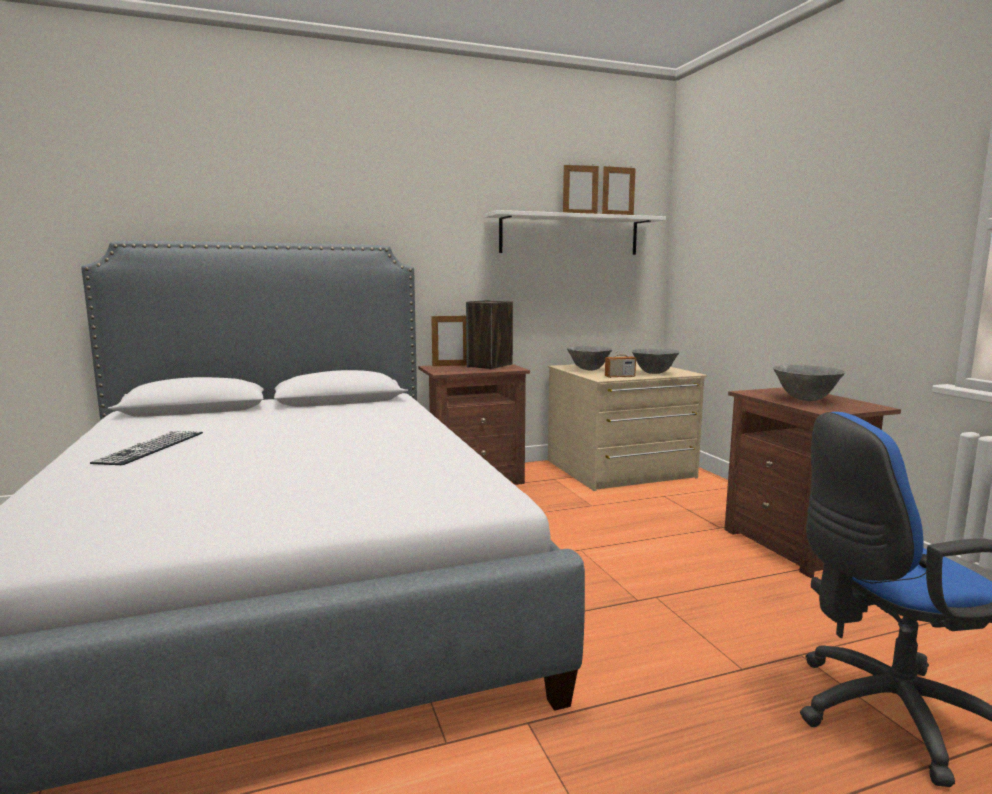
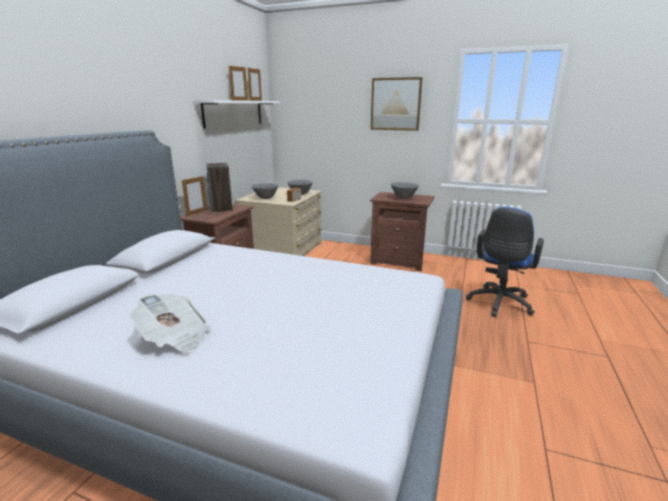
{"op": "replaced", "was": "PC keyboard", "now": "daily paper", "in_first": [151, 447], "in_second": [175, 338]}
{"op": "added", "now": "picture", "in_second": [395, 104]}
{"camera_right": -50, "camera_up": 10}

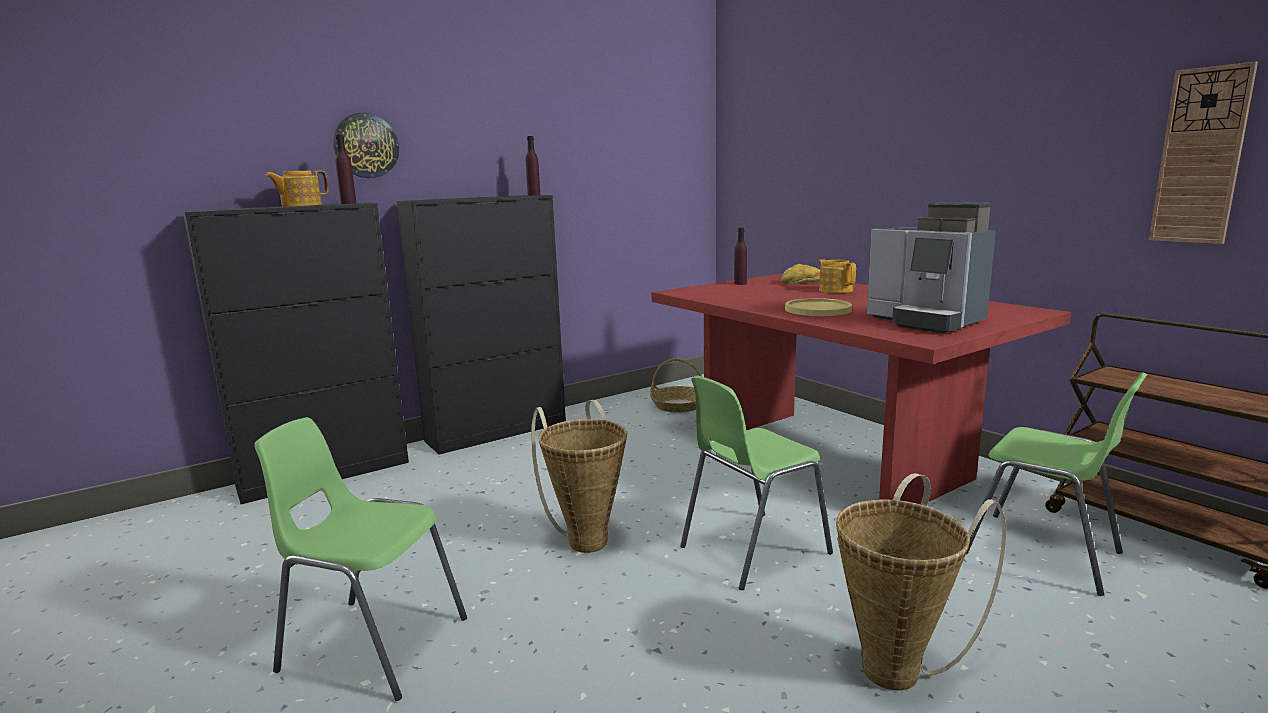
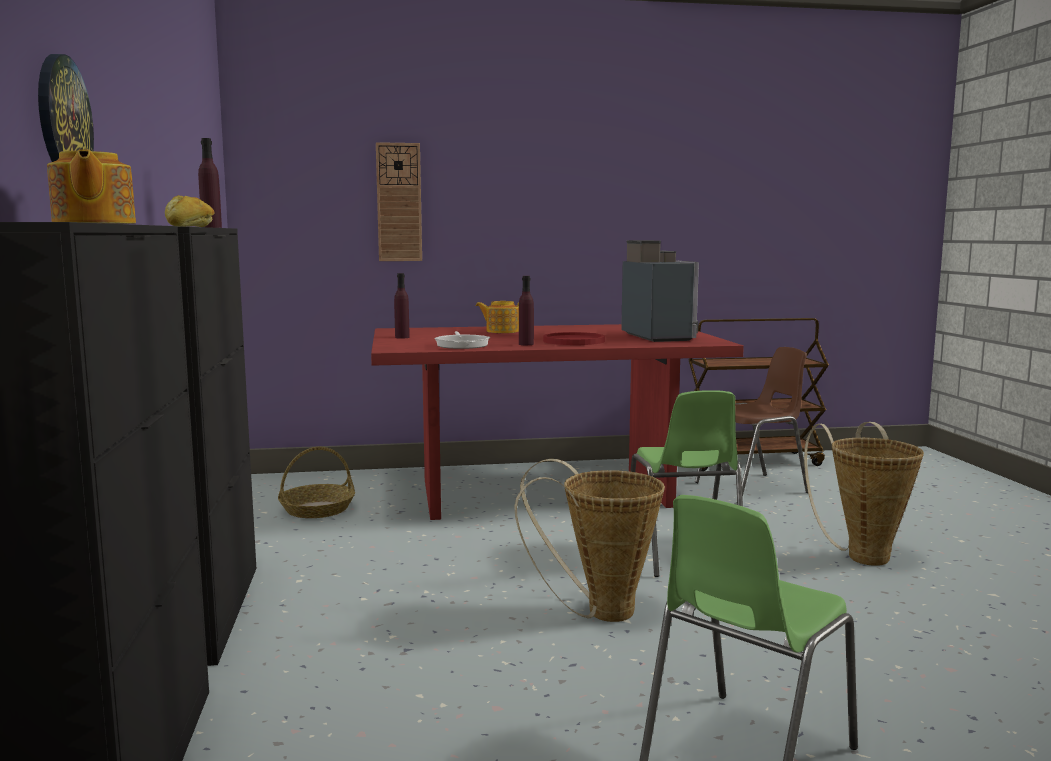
{"op": "moved", "was": "clock on the wall", "in_first": [1200, 156], "in_second": [399, 202]}
{"op": "moved", "was": "drink bottle (purplish)", "in_first": [348, 203], "in_second": [526, 344]}
{"op": "turned", "was": "coffee maker", "in_first": [926, 321], "in_second": [661, 336], "clockwise": -90}
{"op": "moved", "was": "baked bread", "in_first": [802, 282], "in_second": [191, 227]}
{"op": "recoloured", "was": "flat dish (yellow-coloured)", "now": "flat dish (red)", "in_first": [818, 309], "in_second": [573, 341]}
{"op": "recoloured", "was": "upright chair (greenish)", "now": "upright chair (brown)", "in_first": [1043, 553], "in_second": [753, 488]}
{"op": "added", "now": "pan", "in_second": [462, 345]}
{"camera_right": -65, "camera_up": -5}

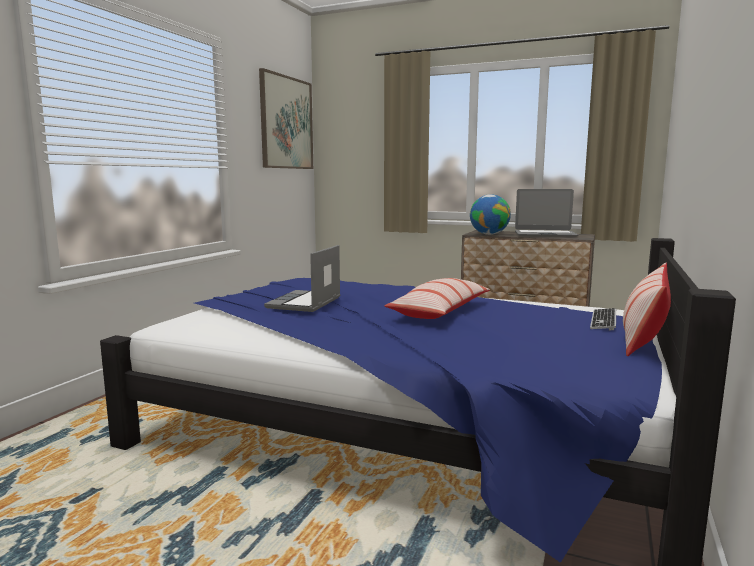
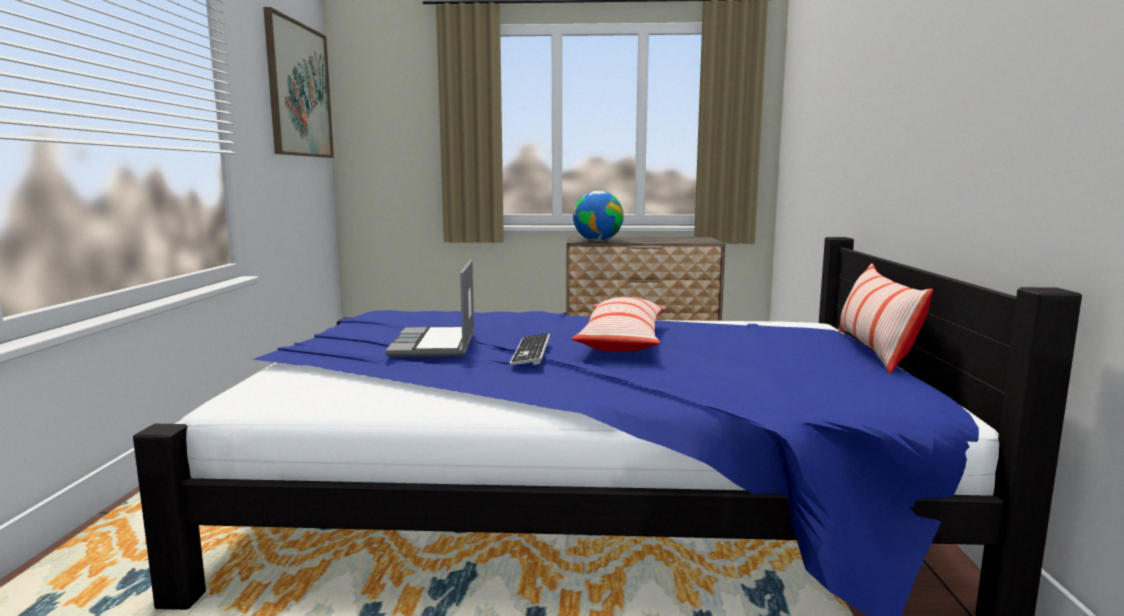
{"op": "removed", "was": "laptop", "in_first": [545, 235]}
{"op": "moved", "was": "PC keyboard", "in_first": [603, 320], "in_second": [531, 351]}
{"camera_right": -20, "camera_up": 0}

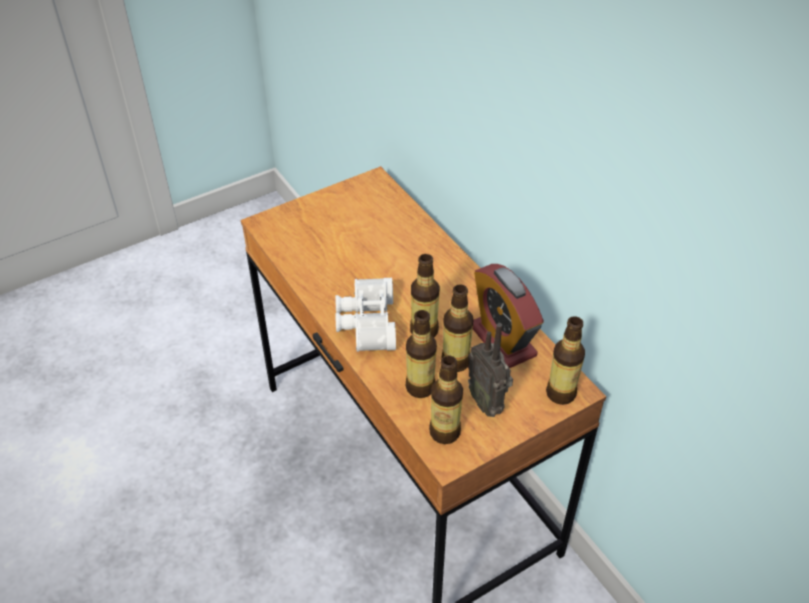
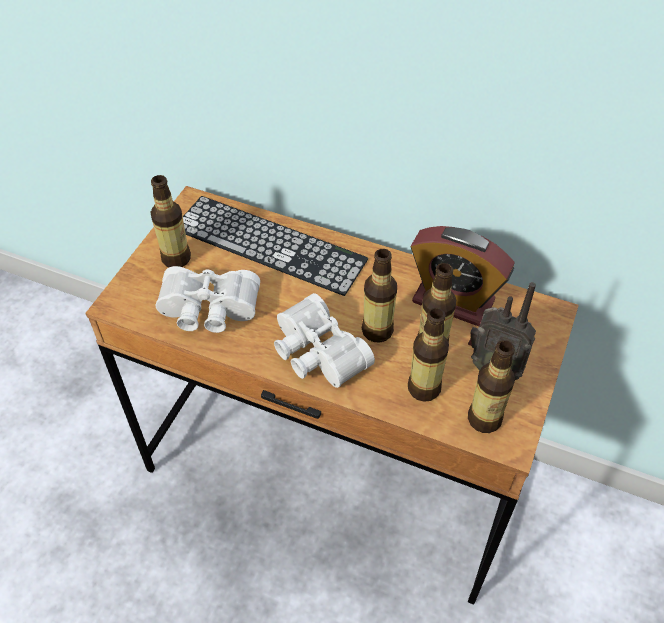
{"op": "moved", "was": "drink bottle", "in_first": [561, 393], "in_second": [176, 258]}
{"op": "added", "now": "PC keyboard", "in_second": [269, 244]}
{"op": "added", "now": "pair of binoculars (white)", "in_second": [208, 311]}
{"camera_right": -35, "camera_up": 5}

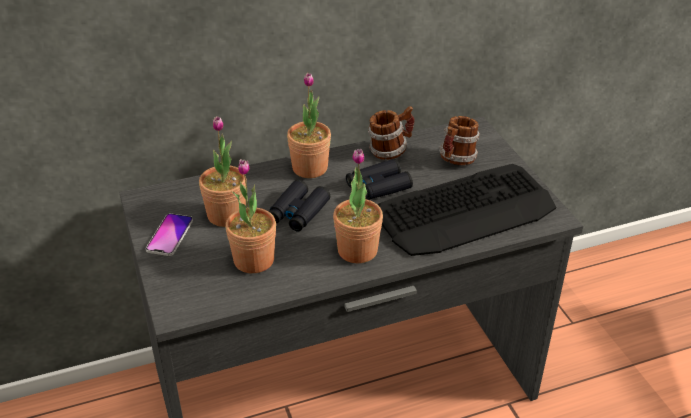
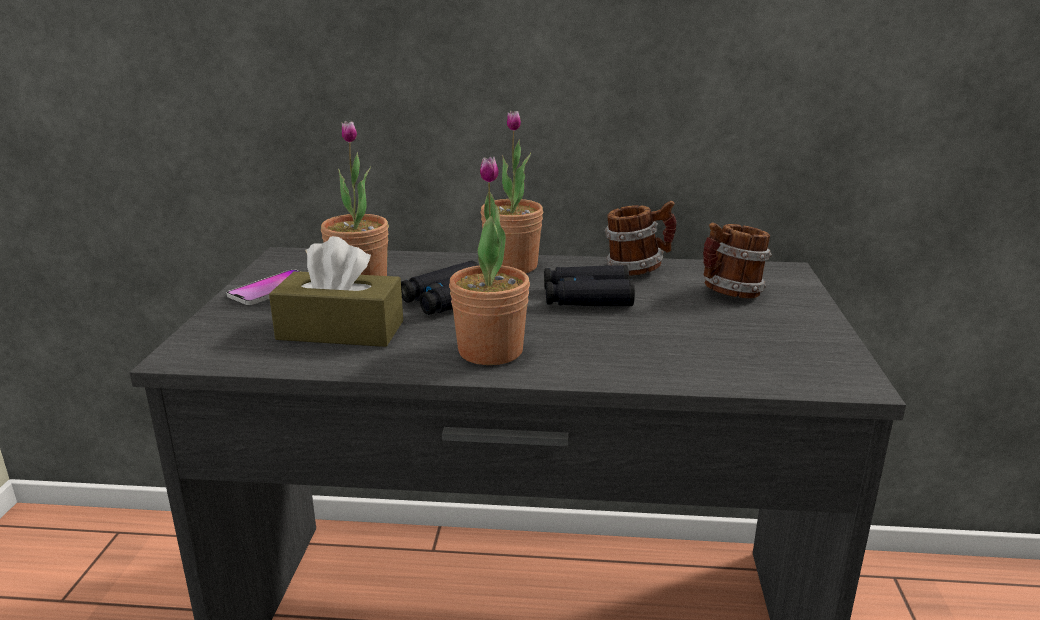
{"op": "replaced", "was": "houseplant", "now": "tissue holder (brown)", "in_first": [254, 260], "in_second": [340, 330]}
{"op": "removed", "was": "PC keyboard", "in_first": [466, 211]}
{"camera_right": 25, "camera_up": -15}

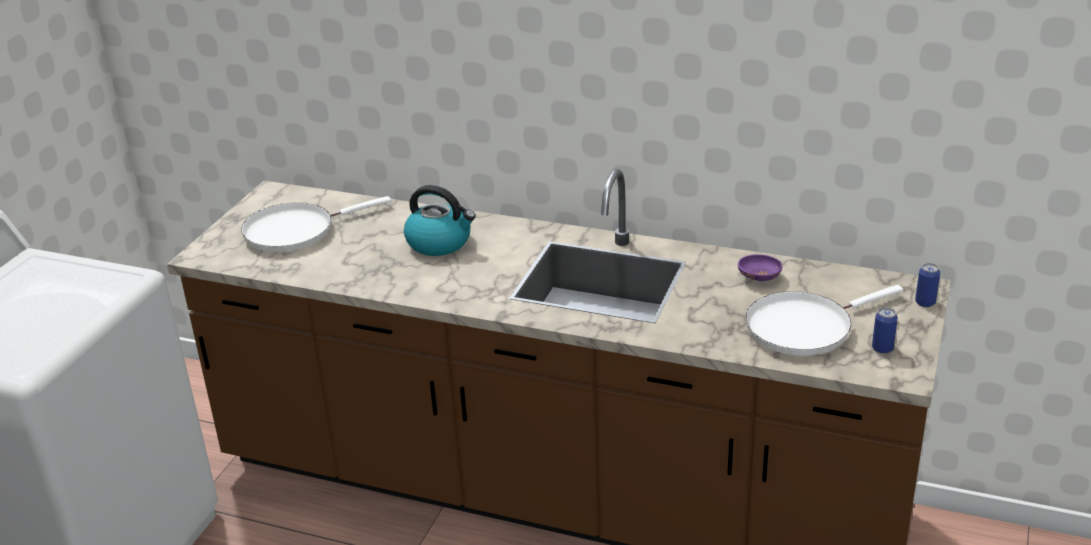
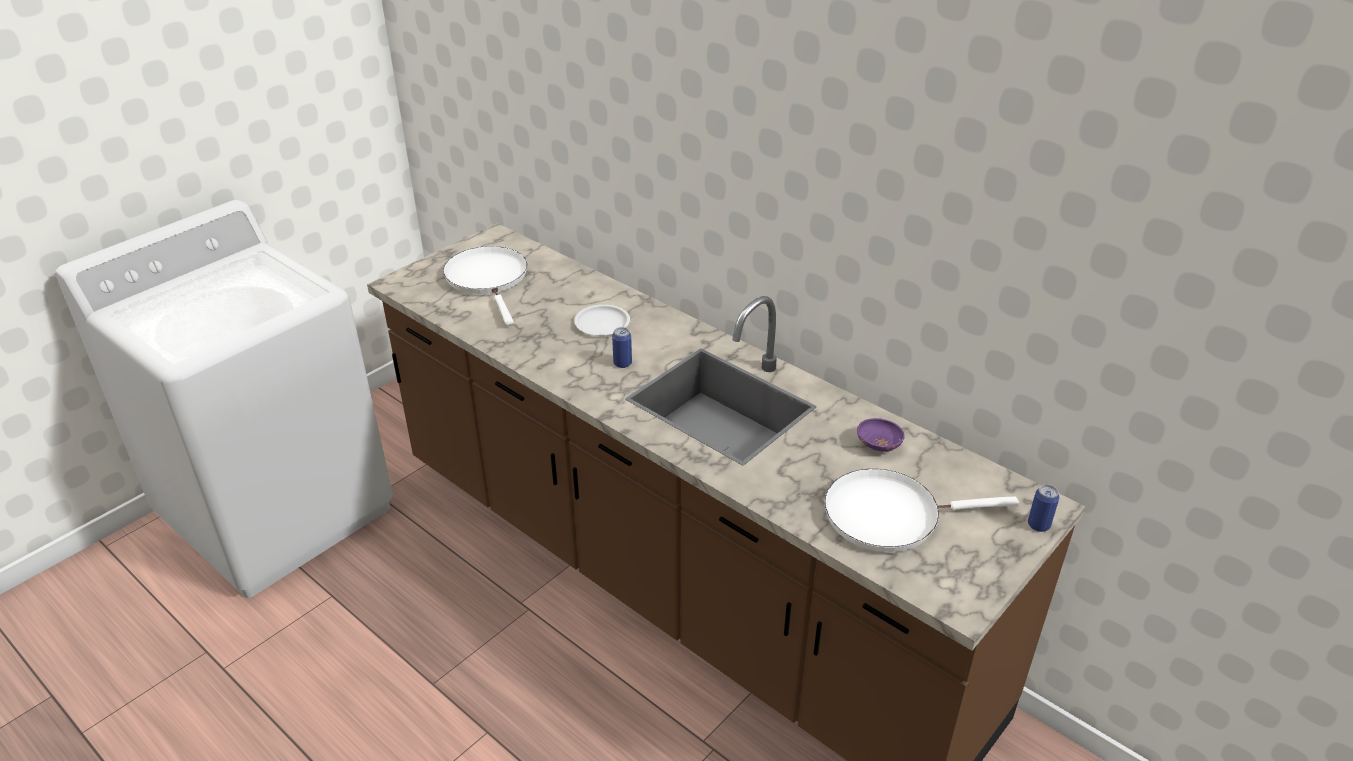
{"op": "replaced", "was": "water kettle", "now": "flat dish (white)", "in_first": [440, 243], "in_second": [602, 323]}
{"op": "turned", "was": "pan (white)", "in_first": [295, 231], "in_second": [488, 279], "clockwise": 75}
{"op": "moved", "was": "sealed can", "in_first": [882, 348], "in_second": [622, 363]}
{"camera_right": 20, "camera_up": 5}

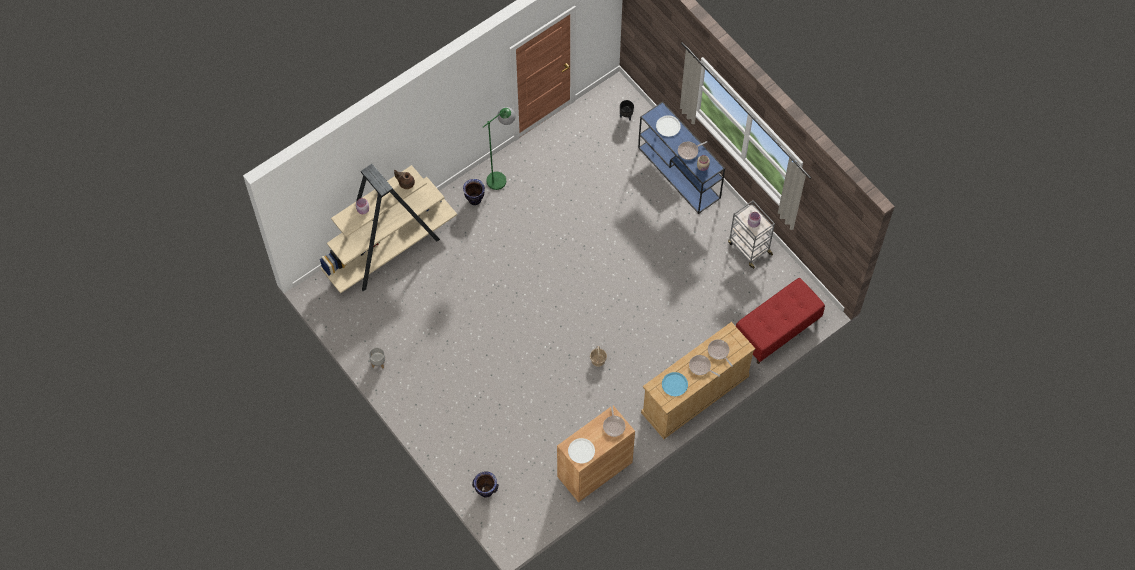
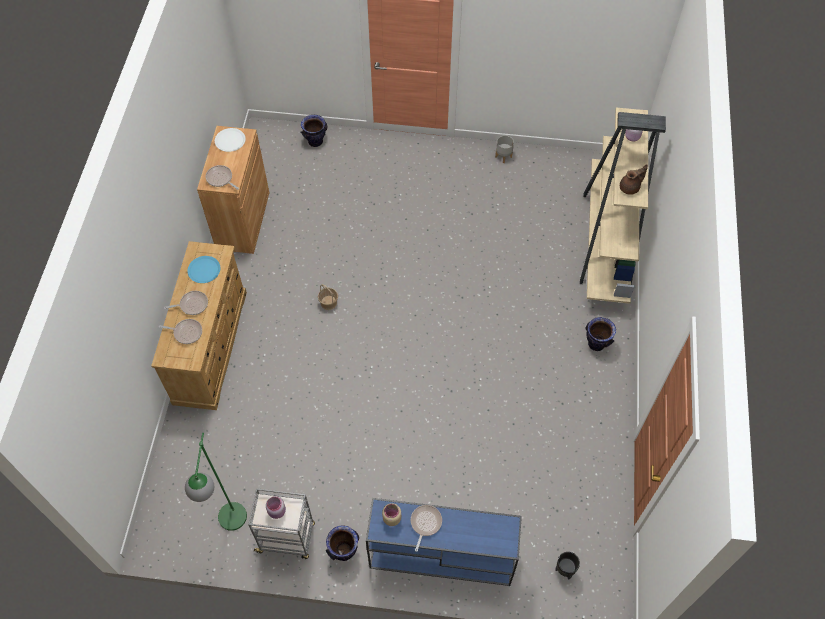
{"op": "moved", "was": "standing lamp (greenish)", "in_first": [501, 176], "in_second": [231, 527]}
{"op": "removed", "was": "flat dish (white)", "in_first": [668, 126]}
{"op": "removed", "was": "indoor bench (red)", "in_first": [777, 330]}
{"op": "added", "now": "vase", "in_second": [344, 552]}
{"camera_right": 135, "camera_up": -5}

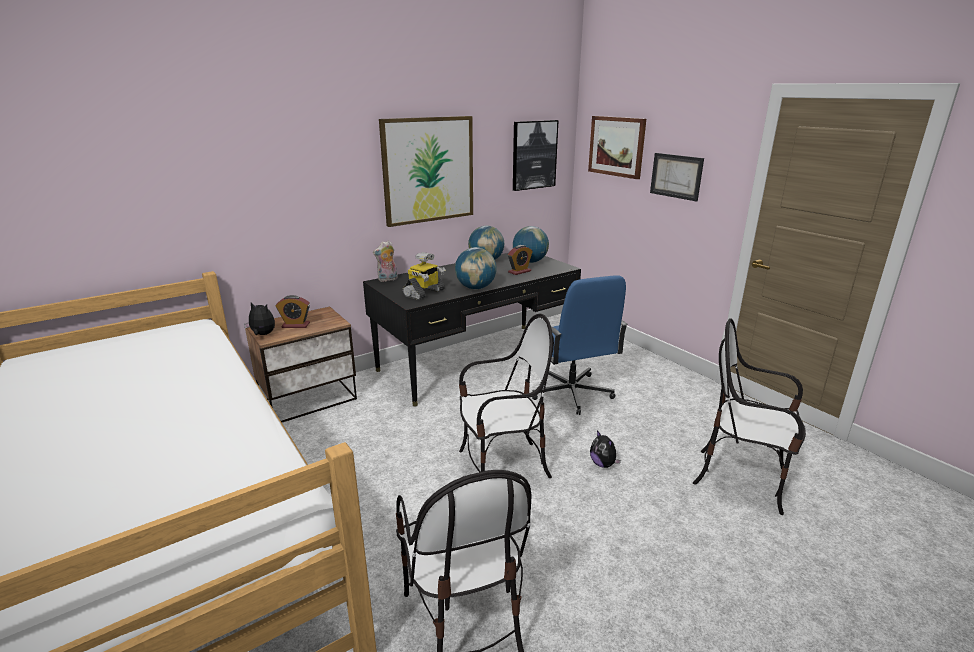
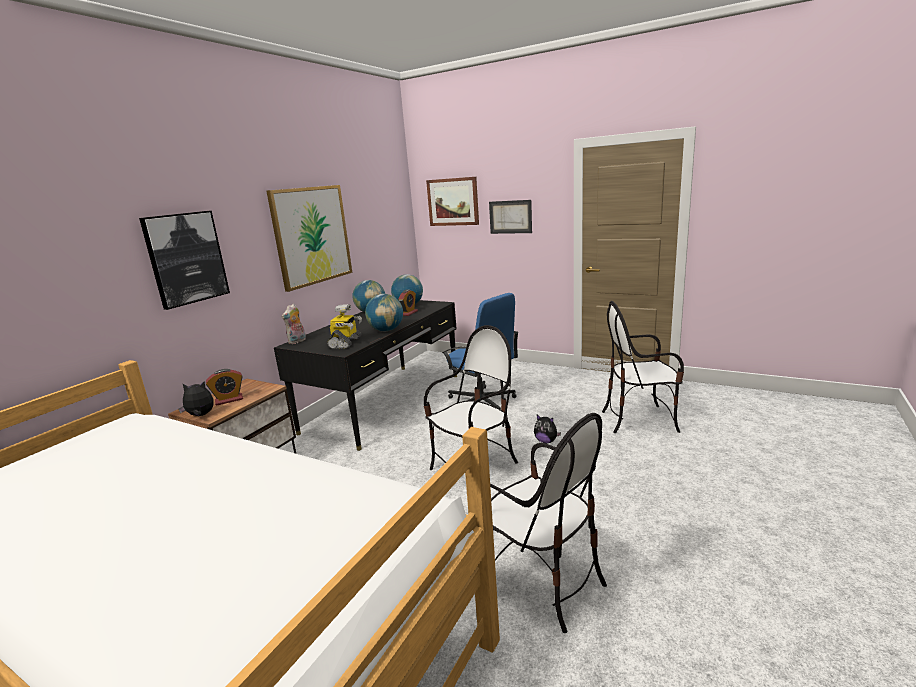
{"op": "moved", "was": "picture", "in_first": [534, 155], "in_second": [186, 258]}
{"camera_right": -25, "camera_up": -5}

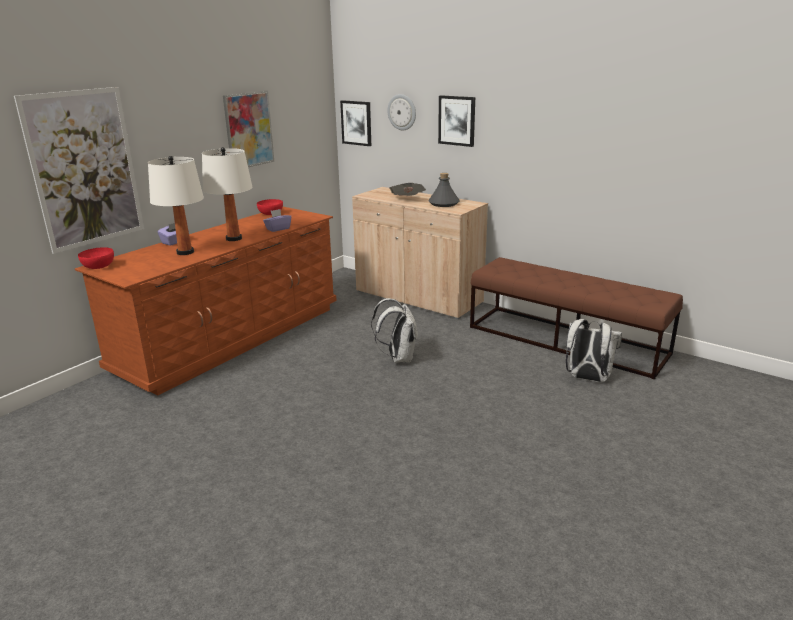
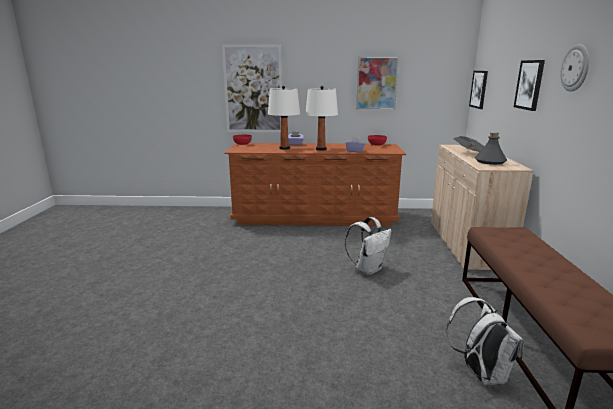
{"op": "moved", "was": "clock on the wall", "in_first": [402, 112], "in_second": [576, 68]}
{"camera_right": 55, "camera_up": -5}

